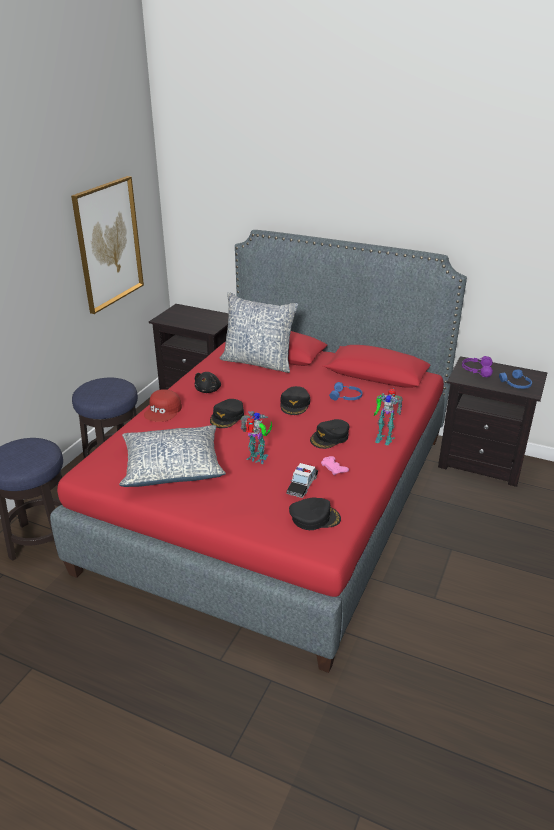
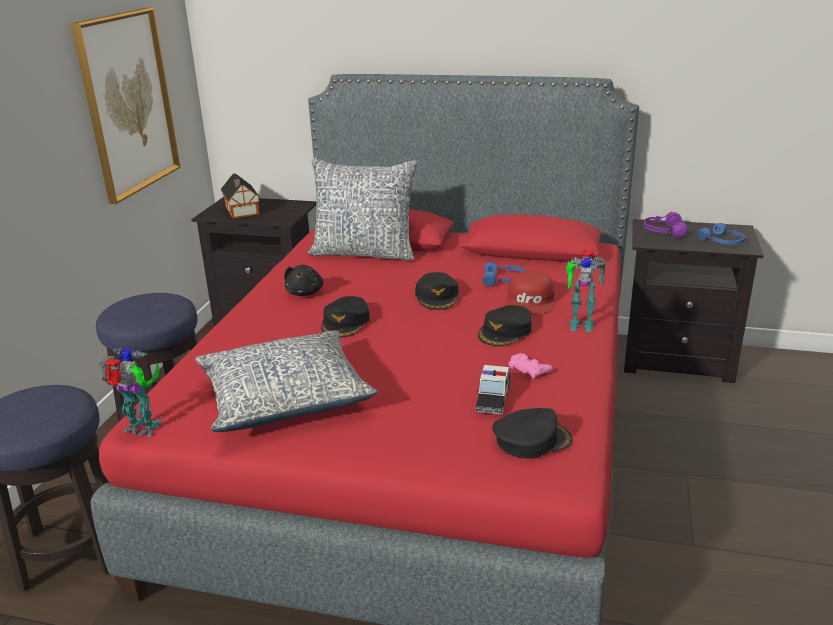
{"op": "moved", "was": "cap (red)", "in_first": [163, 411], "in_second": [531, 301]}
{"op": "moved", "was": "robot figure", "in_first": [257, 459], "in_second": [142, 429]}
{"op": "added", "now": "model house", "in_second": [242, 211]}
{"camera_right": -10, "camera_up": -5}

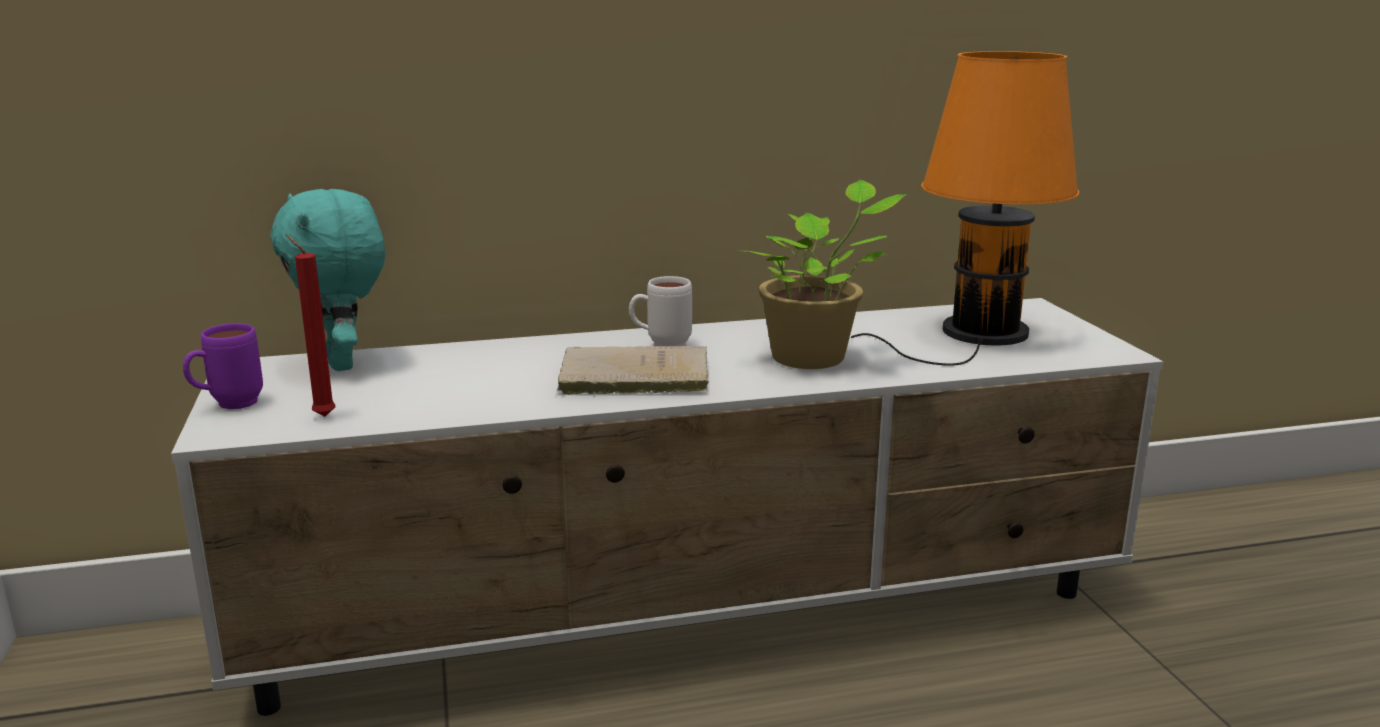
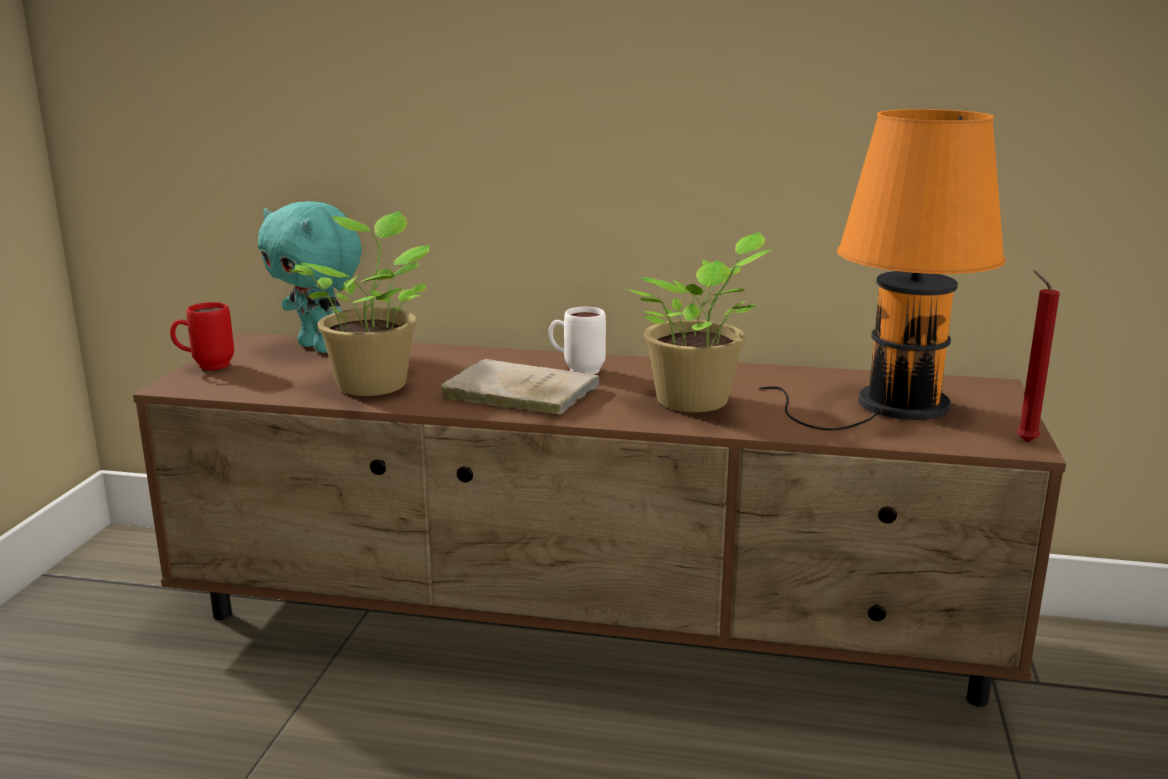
{"op": "turned", "was": "cuddly toy (turquoise-coloured)", "in_first": [344, 363], "in_second": [319, 347], "clockwise": -45}
{"op": "moved", "was": "wax candle (red)", "in_first": [321, 416], "in_second": [1023, 441]}
{"op": "recoloured", "was": "media console (white)", "now": "media console (brown)", "in_first": [694, 619], "in_second": [588, 631]}
{"op": "recoloured", "was": "coffee mug (purplish)", "now": "coffee mug (red)", "in_first": [227, 406], "in_second": [205, 367]}
{"op": "added", "now": "houseplant", "in_second": [374, 383]}
{"camera_right": 25, "camera_up": 0}

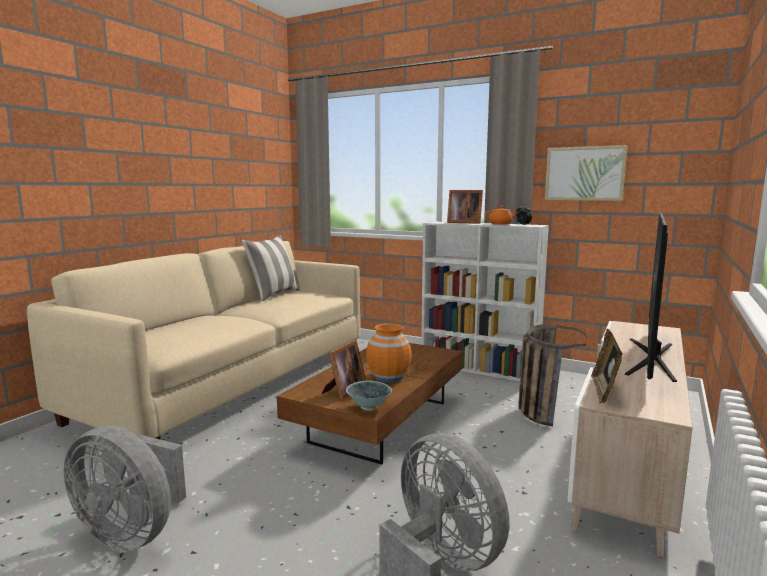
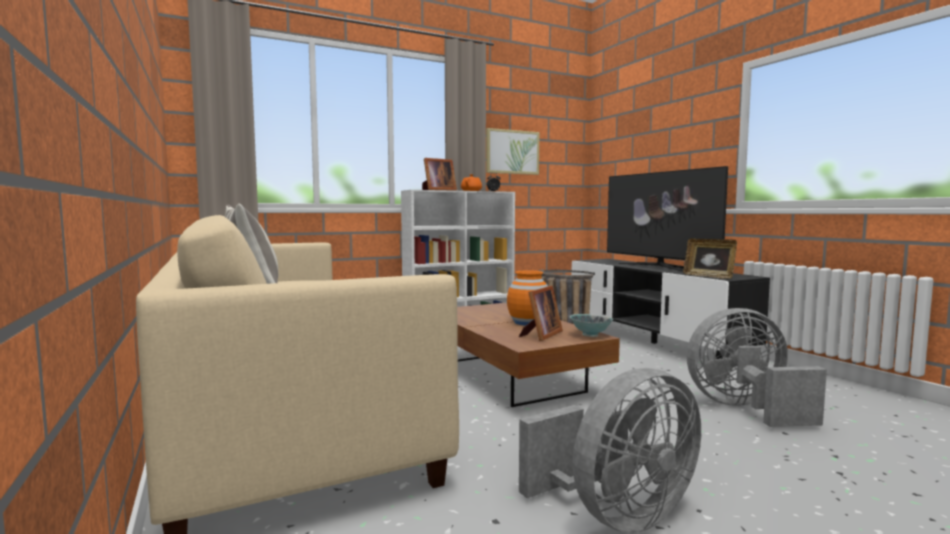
{"op": "recoloured", "was": "media console (beige-coloured)", "now": "media console (black)", "in_first": [627, 462], "in_second": [652, 343]}
{"op": "turned", "was": "standing frame", "in_first": [344, 390], "in_second": [541, 335], "clockwise": 60}
{"camera_right": -55, "camera_up": -5}

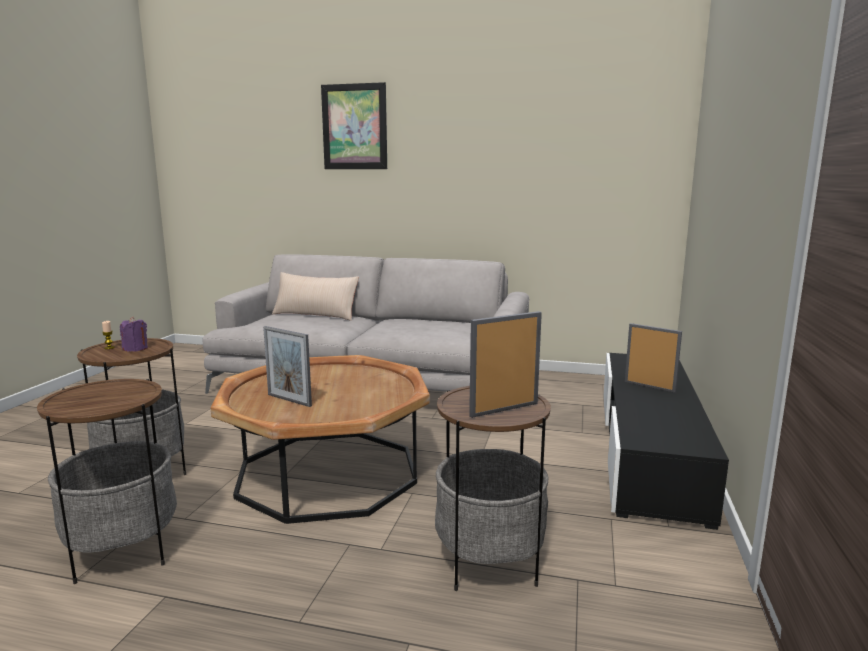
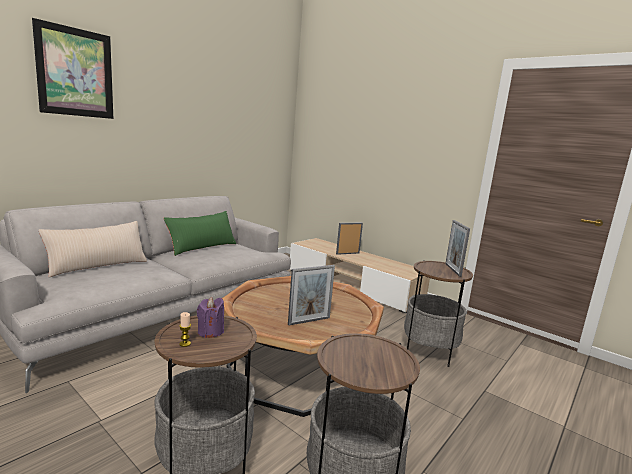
{"op": "recoloured", "was": "media console (black)", "now": "media console (beige-coloured)", "in_first": [648, 450], "in_second": [352, 285]}
{"op": "added", "now": "throw pillow (greenish)", "in_second": [202, 247]}
{"camera_right": -65, "camera_up": 0}

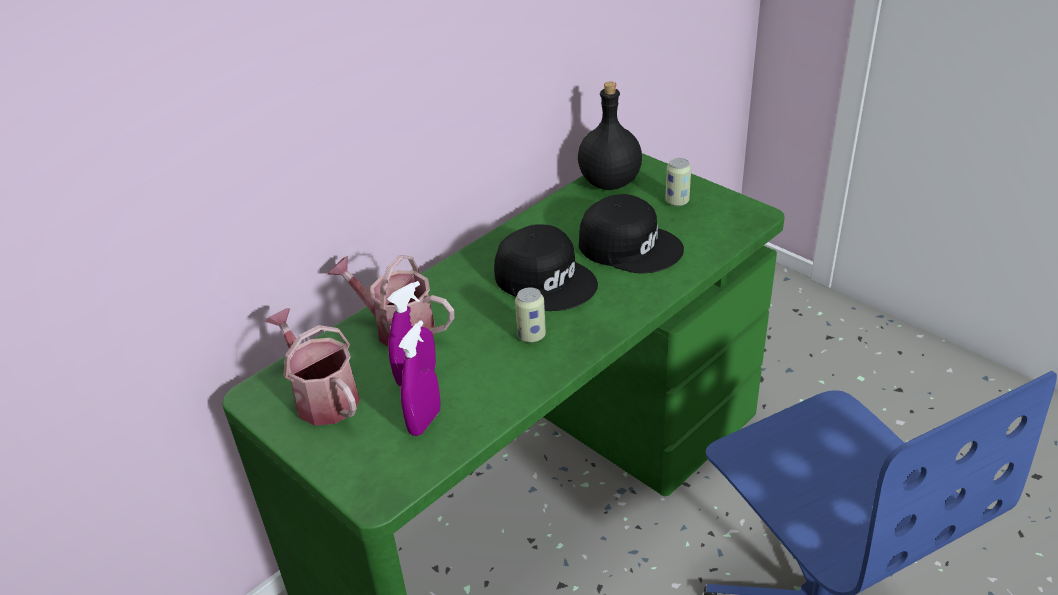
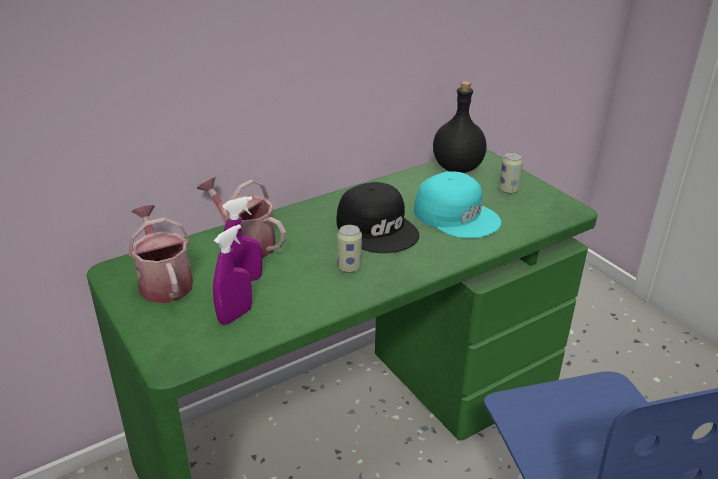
{"op": "recoloured", "was": "cap (black)", "now": "cap (turquoise-coloured)", "in_first": [630, 245], "in_second": [456, 215]}
{"camera_right": 10, "camera_up": -5}

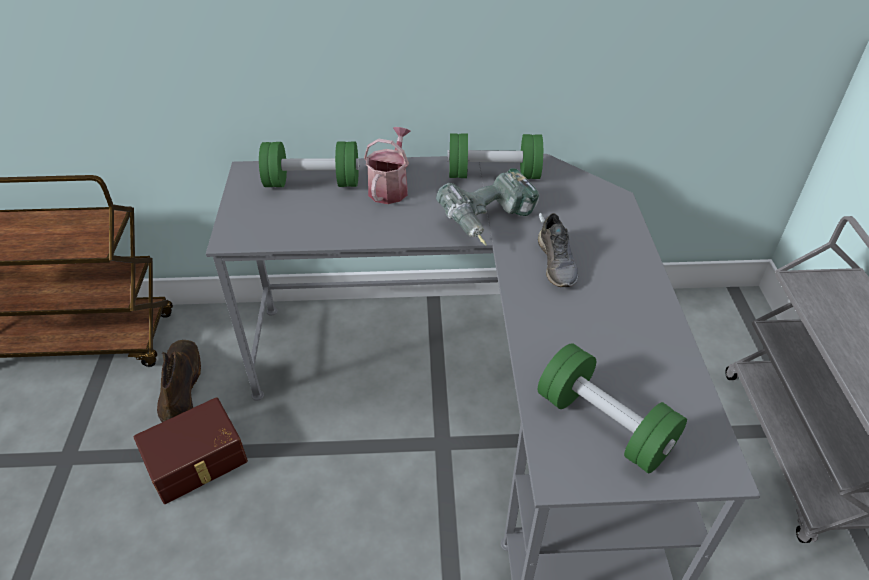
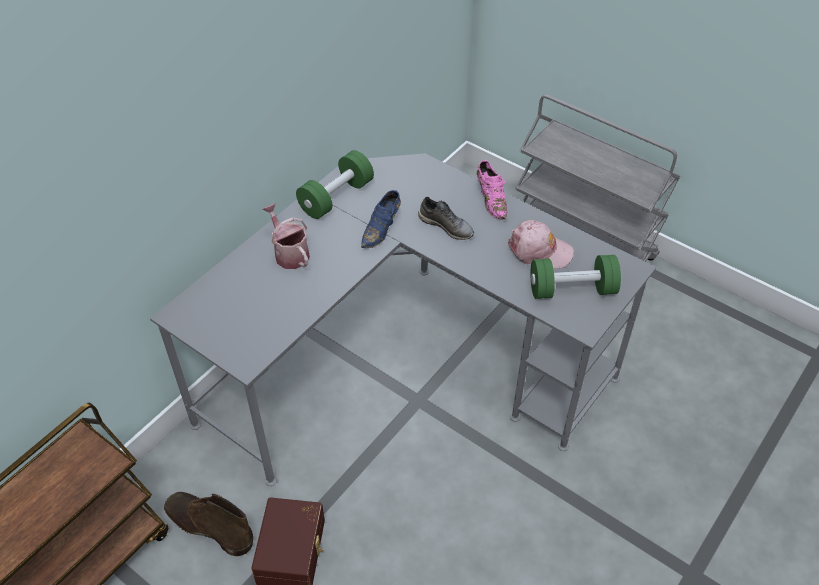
{"op": "removed", "was": "dumbbell (greenish)", "in_first": [312, 183]}
{"op": "replaced", "was": "drill", "now": "low shoe (blue)", "in_first": [492, 224], "in_second": [382, 230]}
{"op": "added", "now": "low shoe (pink)", "in_second": [491, 200]}
{"op": "added", "now": "cap (pink)", "in_second": [539, 250]}
{"camera_right": -50, "camera_up": 5}

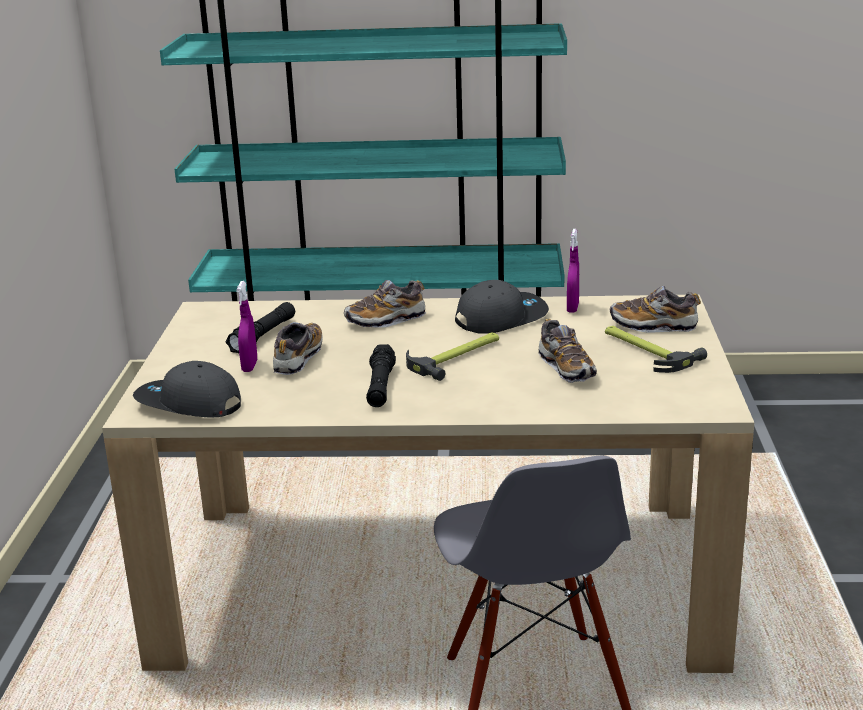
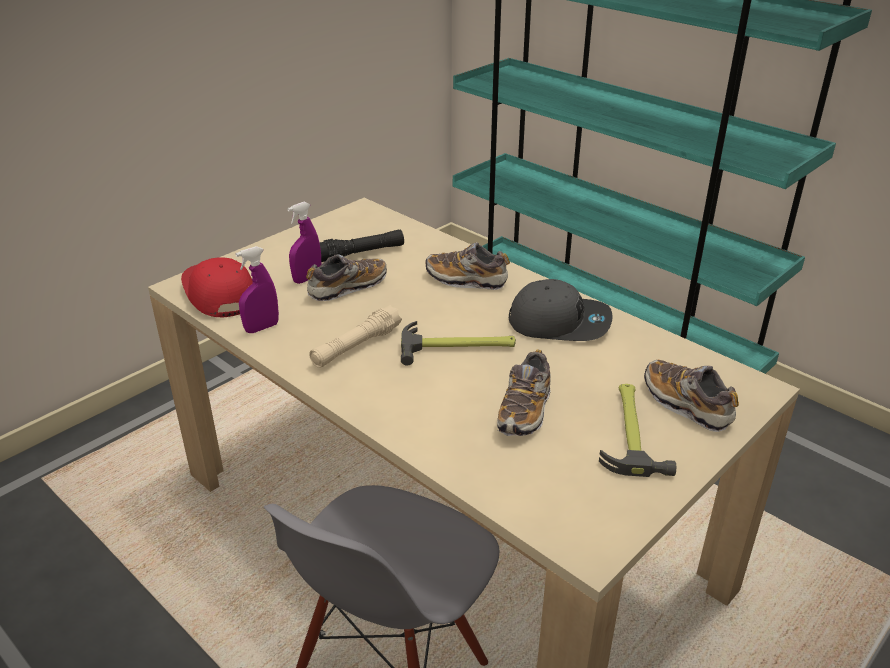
{"op": "moved", "was": "spray bottle (purplish)", "in_first": [572, 308], "in_second": [262, 328]}
{"op": "recoloured", "was": "flashlight (black)", "now": "flashlight (beige-coloured)", "in_first": [380, 386], "in_second": [356, 346]}
{"op": "recoloured", "was": "cap (greyish)", "now": "cap (red)", "in_first": [188, 405], "in_second": [219, 294]}
{"camera_right": 40, "camera_up": 10}

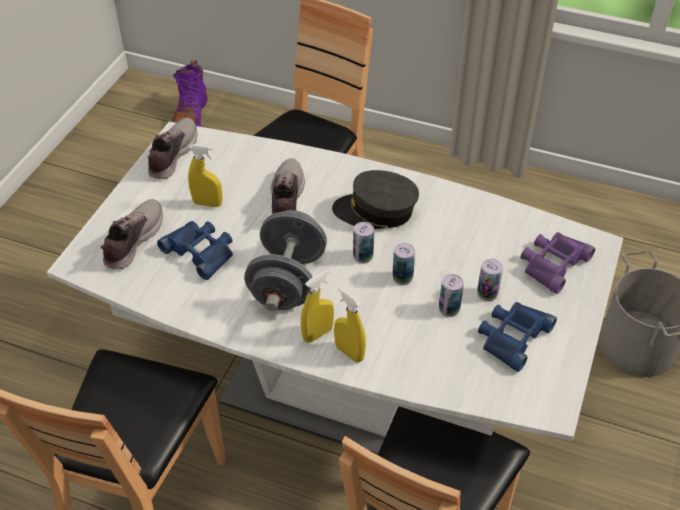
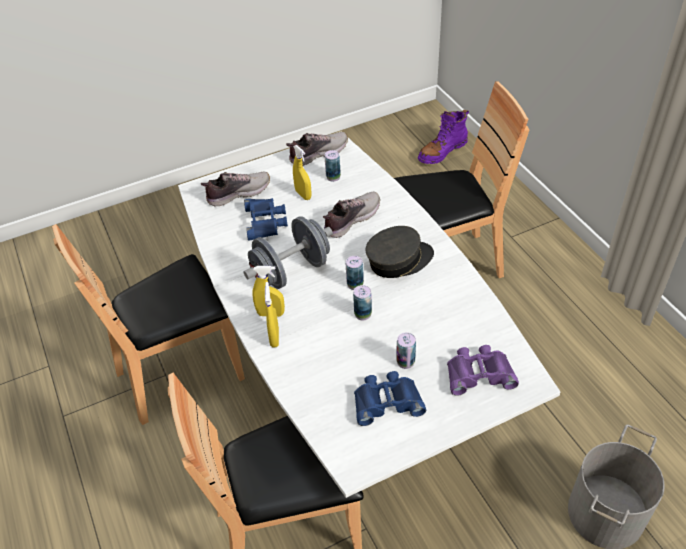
{"op": "turned", "was": "cap (greyish)", "in_first": [376, 211], "in_second": [399, 260], "clockwise": 105}
{"op": "moved", "was": "sealed can", "in_first": [449, 309], "in_second": [333, 177]}
{"camera_right": 45, "camera_up": 0}

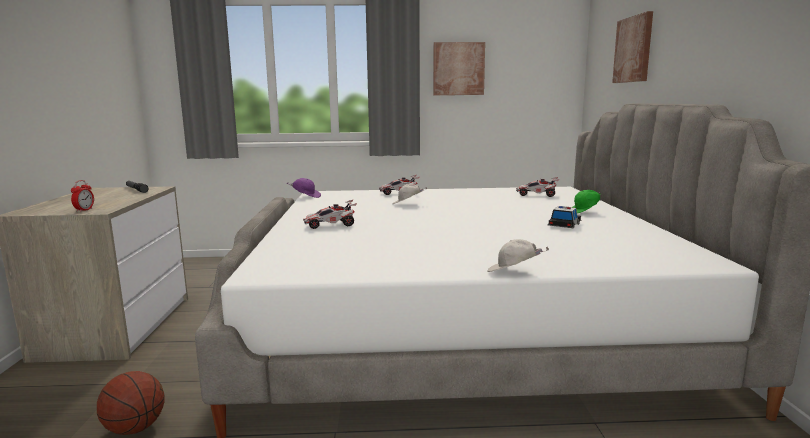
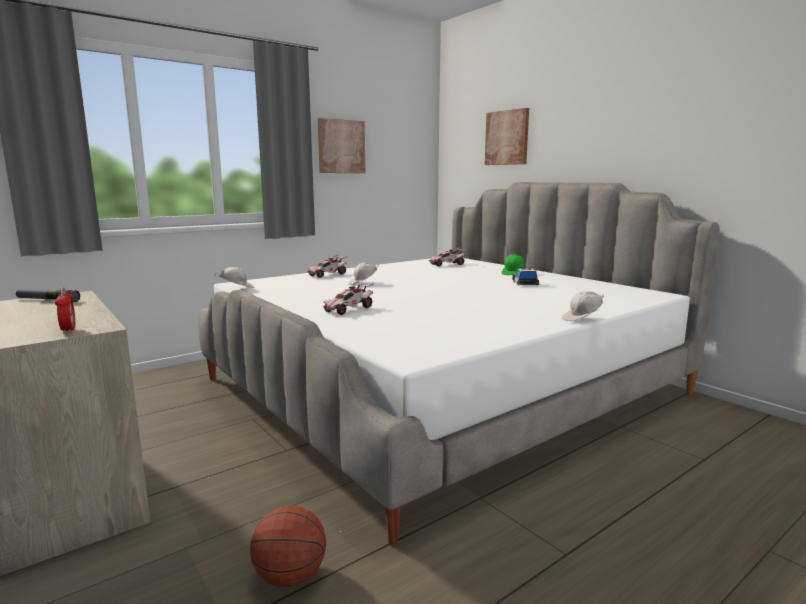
{"op": "recoloured", "was": "cap (purplish)", "now": "cap (white)", "in_first": [306, 196], "in_second": [237, 288]}
{"camera_right": -35, "camera_up": 0}

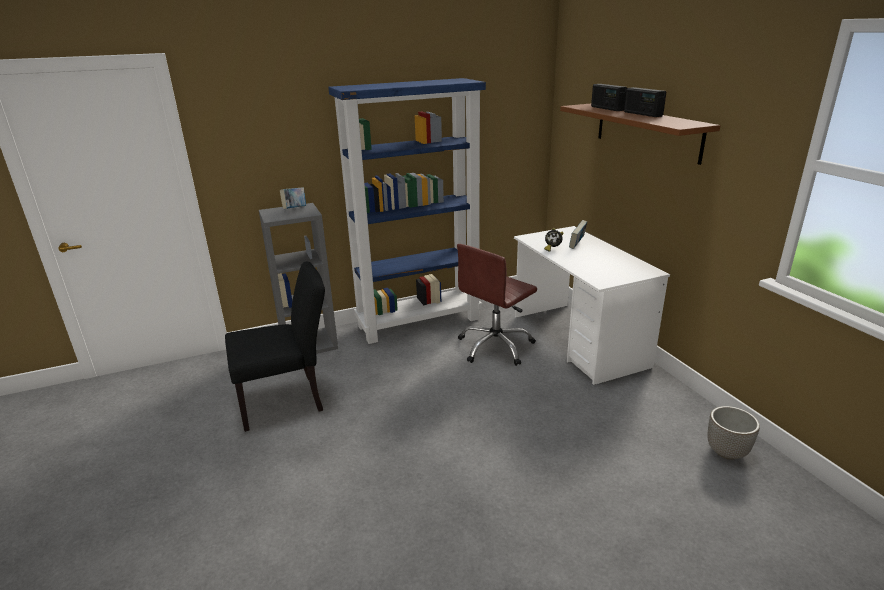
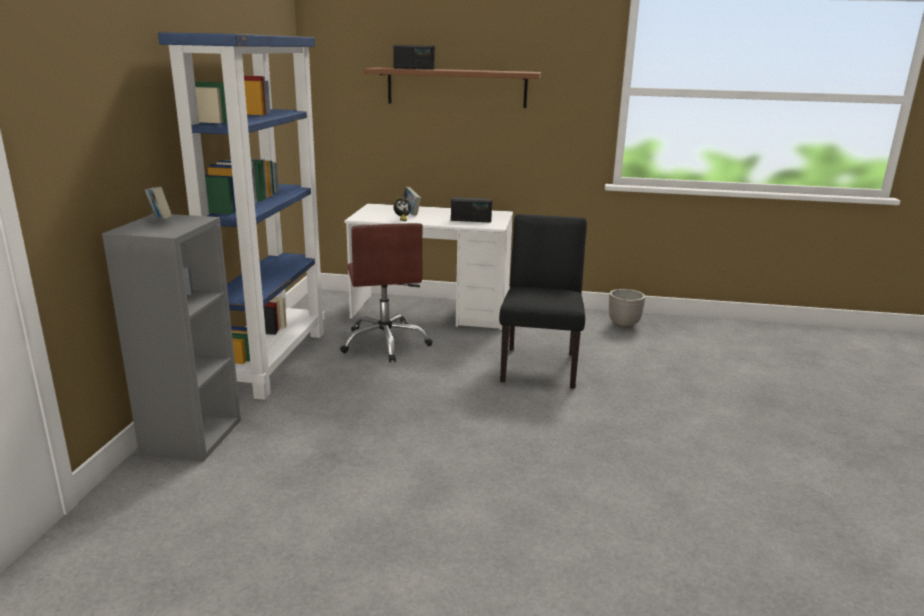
{"op": "moved", "was": "radio set", "in_first": [642, 114], "in_second": [471, 220]}
{"op": "moved", "was": "upright chair (black)", "in_first": [288, 400], "in_second": [540, 364]}
{"camera_right": -60, "camera_up": -5}

